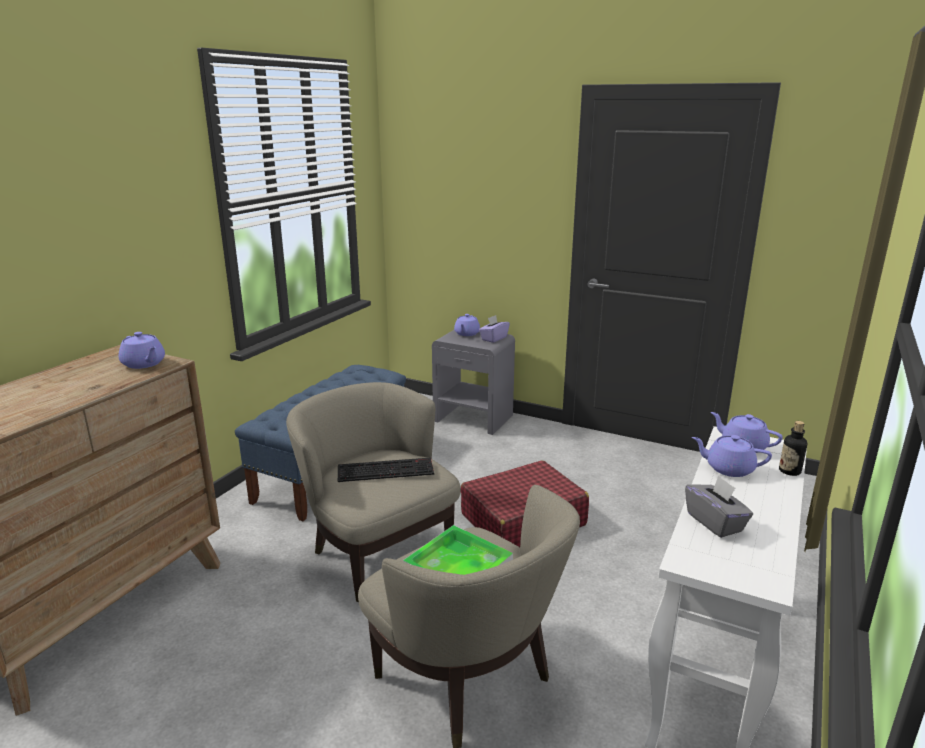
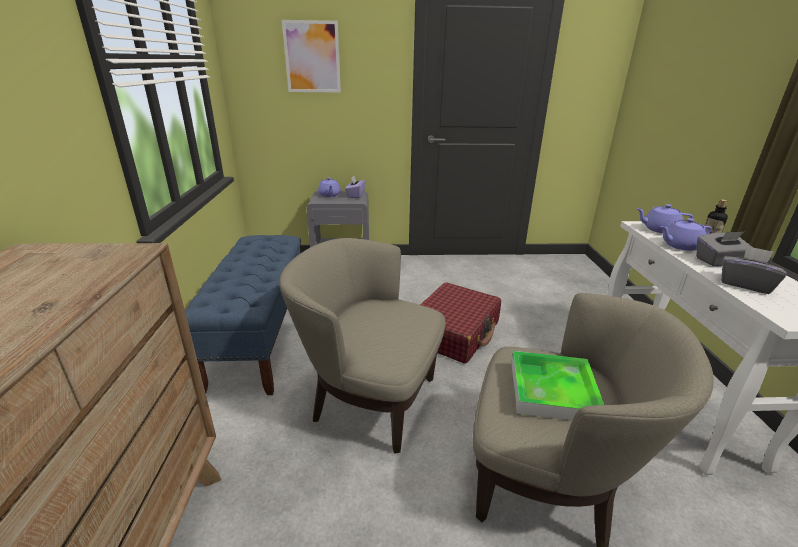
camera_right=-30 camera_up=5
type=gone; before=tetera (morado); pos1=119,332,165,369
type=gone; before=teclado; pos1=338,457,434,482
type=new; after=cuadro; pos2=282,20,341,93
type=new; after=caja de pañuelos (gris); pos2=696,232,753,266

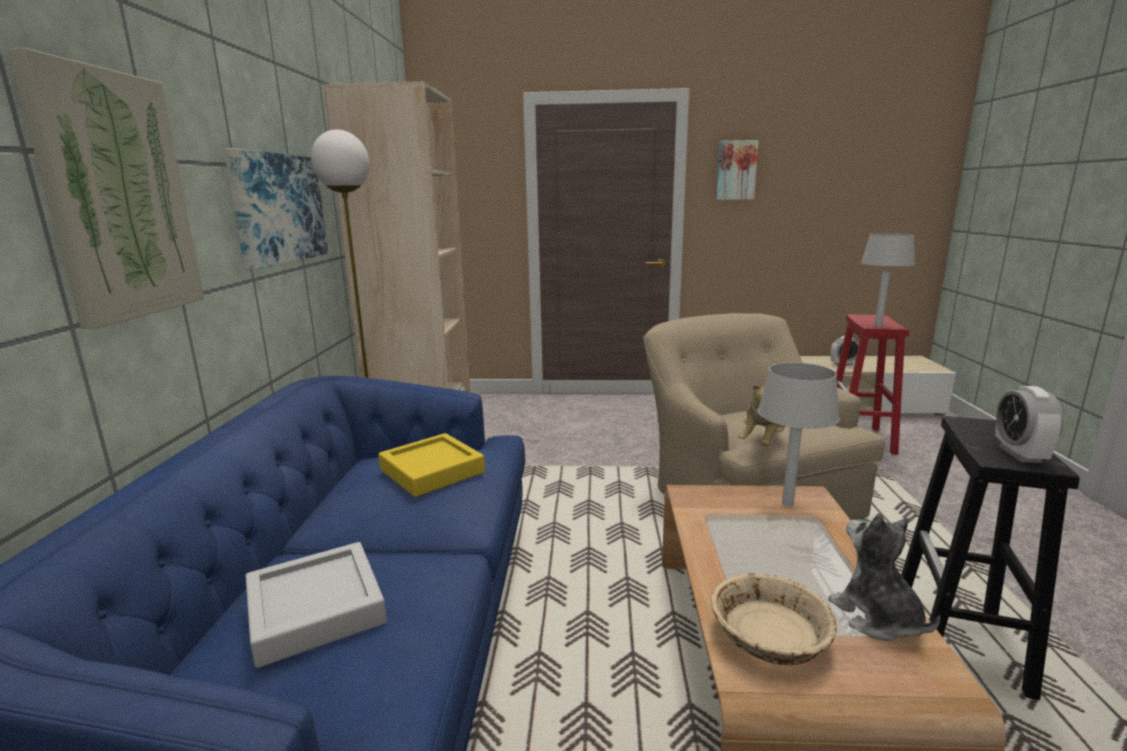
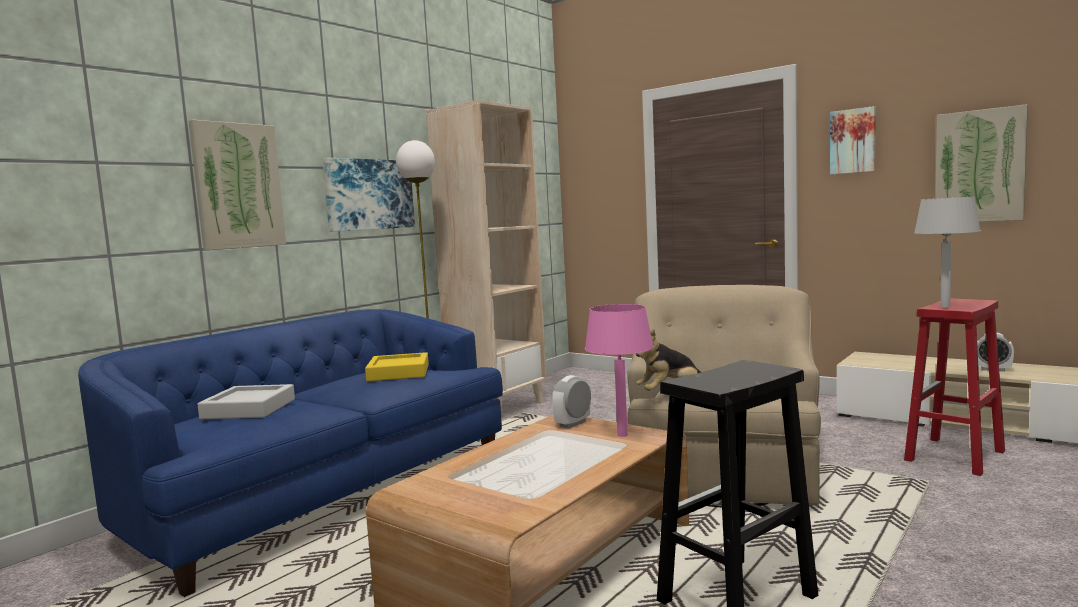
camera_right=35 camera_up=-10
type=repainted; before=lámpara de mesa (gris); after=lámpara de mesa (rosa); pos1=758,362,840,507; pos2=585,304,654,437
type=shifted; before=despertador; pos1=995,386,1064,463; pos2=552,375,591,428
type=gone; before=peluche; pos1=828,513,941,641
type=gone; before=cuenco (beis); pos1=711,573,837,665
type=new; after=cuadro; pos2=935,104,1028,222

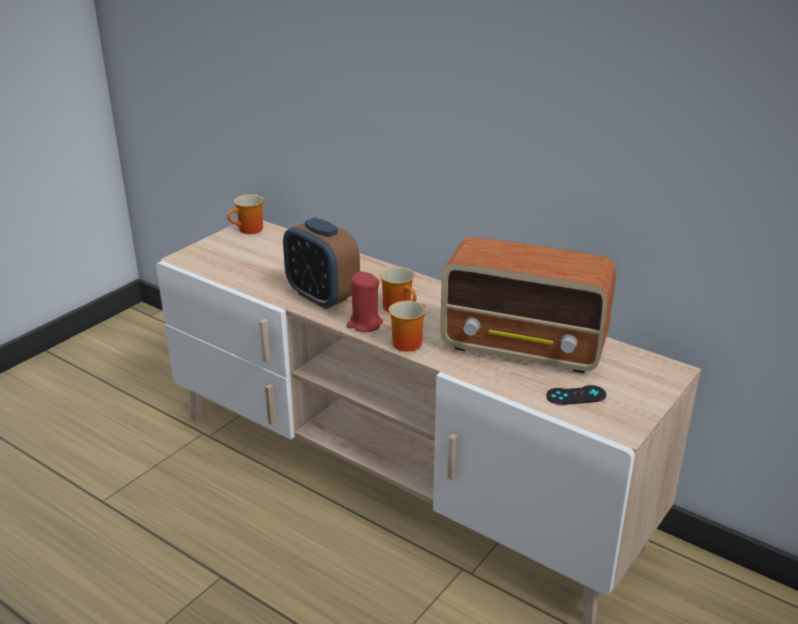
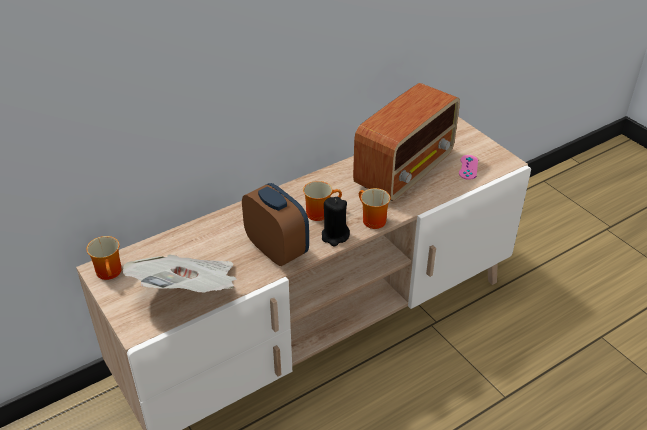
camera_right=-70 camera_up=10
type=rotated; before=despertador; pos1=283,218,360,309; pos2=242,183,309,266; turn=-105
type=repainted; before=vela (rojo); after=vela (negro); pos1=346,271,383,332; pos2=322,197,350,246
type=repainted; before=mando de consola (negro); after=mando de consola (rosa); pos1=546,385,606,405; pos2=459,155,478,180
type=new; after=periódico; pos2=123,254,237,293

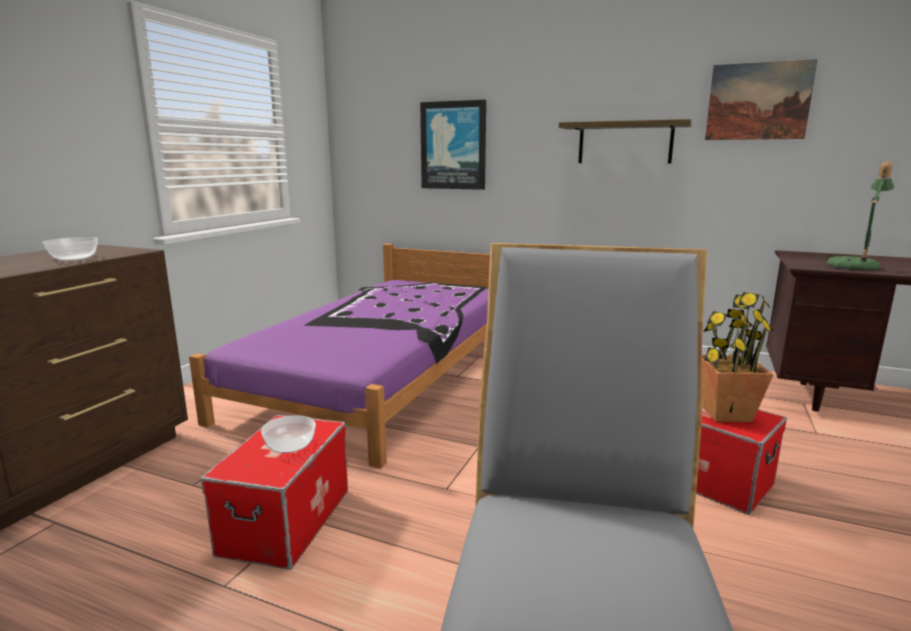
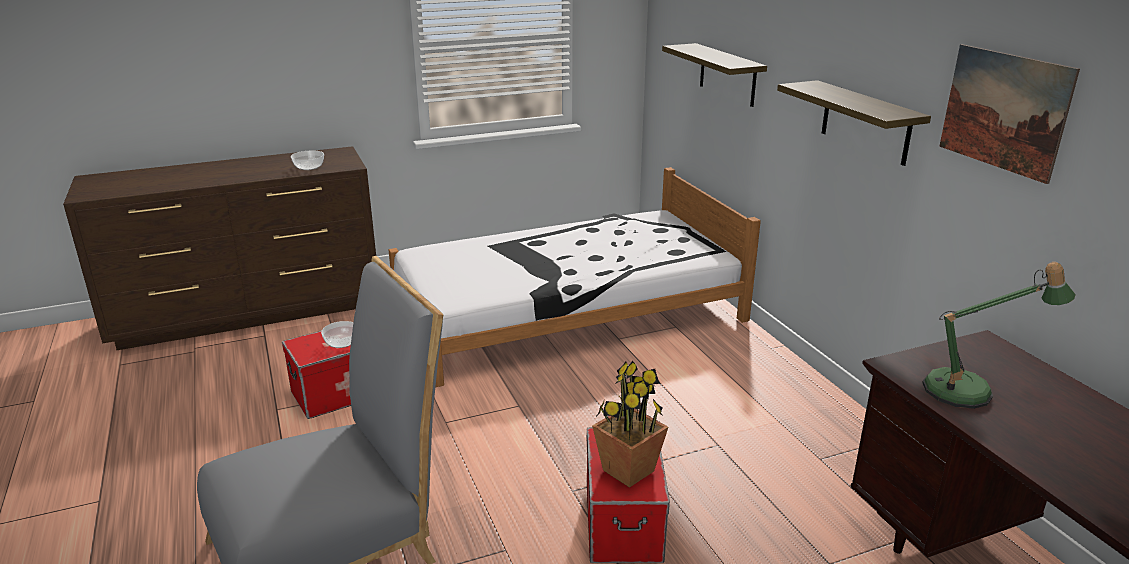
camera_right=45 camera_up=10
type=swapped; before=cuadro; after=estante; pos1=420,100,486,190; pos2=662,43,767,107
type=repainted; before=cama (morado); after=cama (blanco); pos1=189,243,490,469; pos2=389,167,761,388

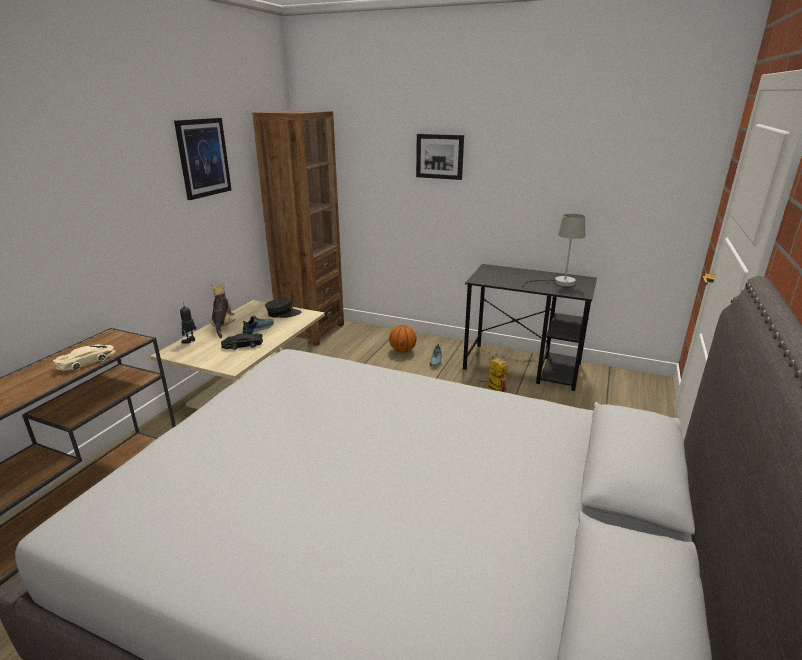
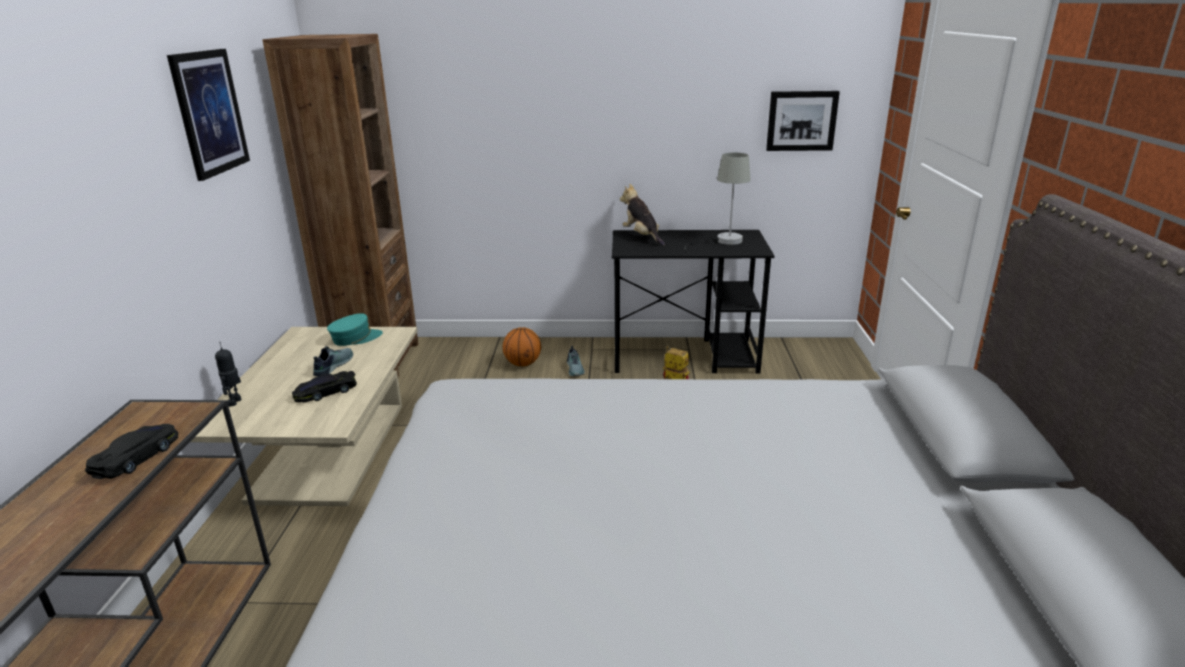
camera_right=-20 camera_up=0
type=shifted; before=cuadro; pos1=416,134,464,180; pos2=766,91,840,151
type=shifted; before=peluche; pos1=210,283,235,338; pos2=620,184,665,246
type=repainted; before=gorra (gris); after=gorra (turquesa); pos1=265,298,301,318; pos2=327,313,383,346
type=repainted; before=coche de juguete (beis); after=coche de juguete (negro); pos1=53,344,116,371; pos2=85,424,178,479

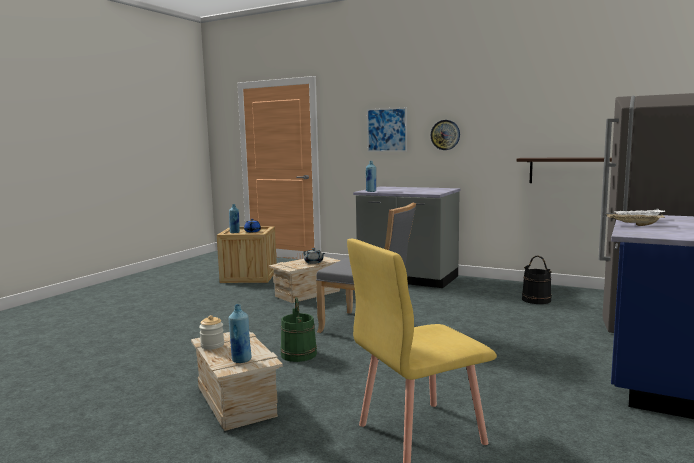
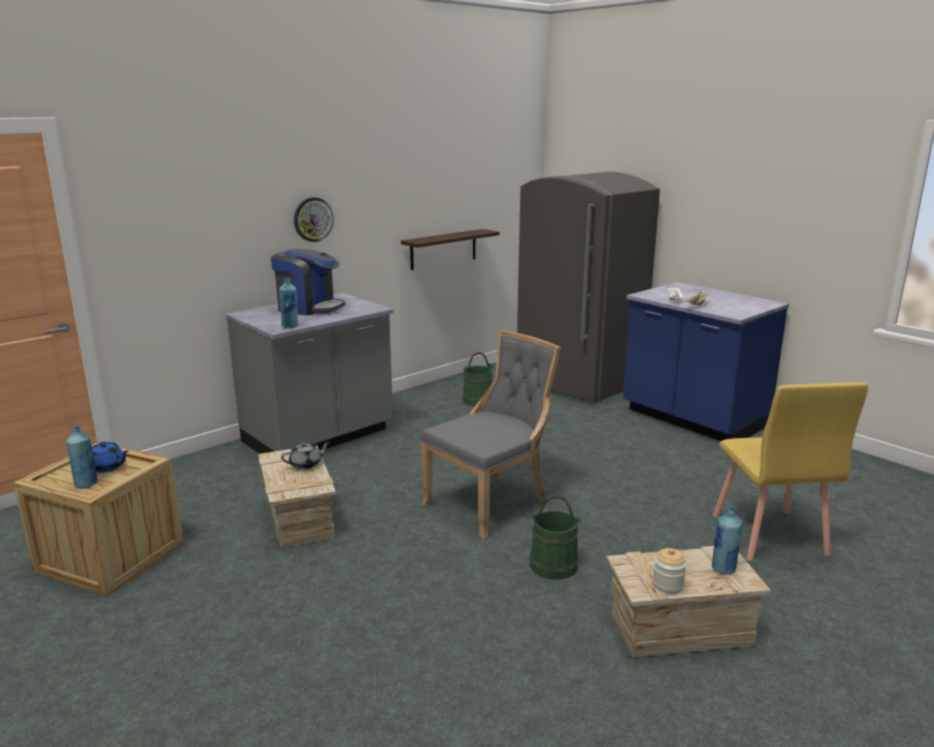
camera_right=-70 camera_up=10
type=gone; before=cuadro; pos1=367,107,407,152
type=repainted; before=cubo (negro); after=cubo (verde); pos1=522,255,552,304; pos2=463,352,493,406
type=new; after=cafetera; pos2=271,249,345,316

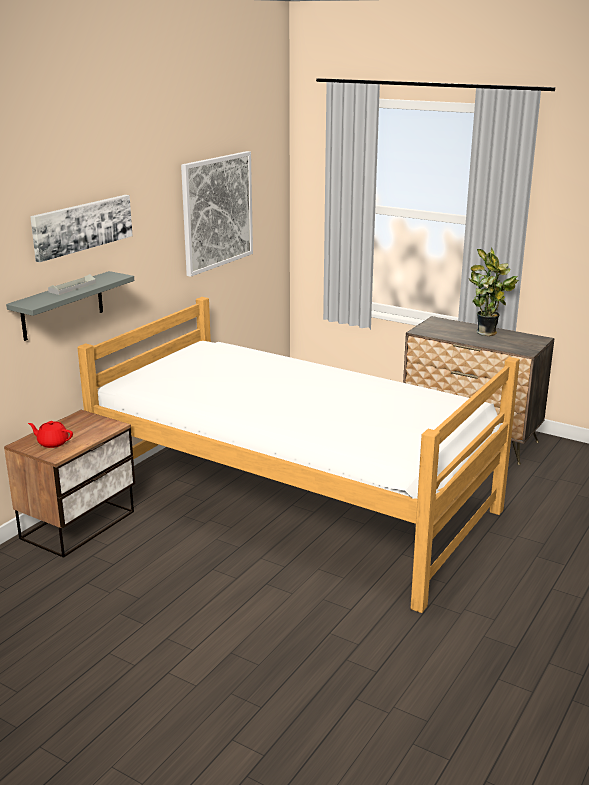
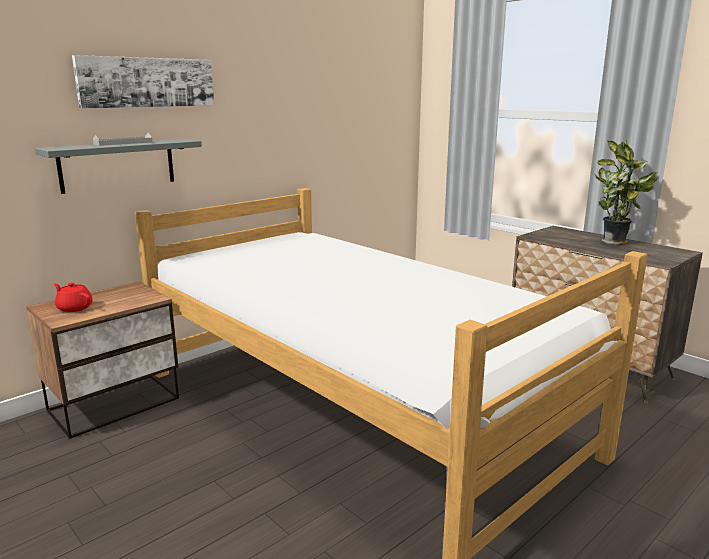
camera_right=15 camera_up=-5
type=gone; before=cuadro; pos1=181,151,253,277

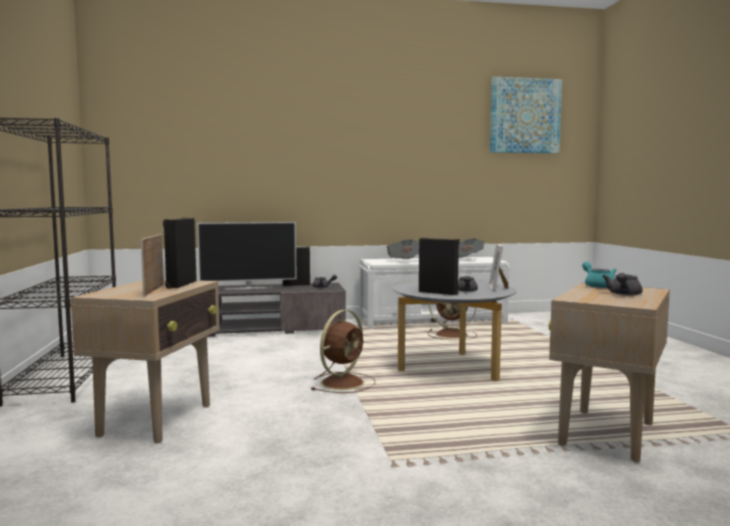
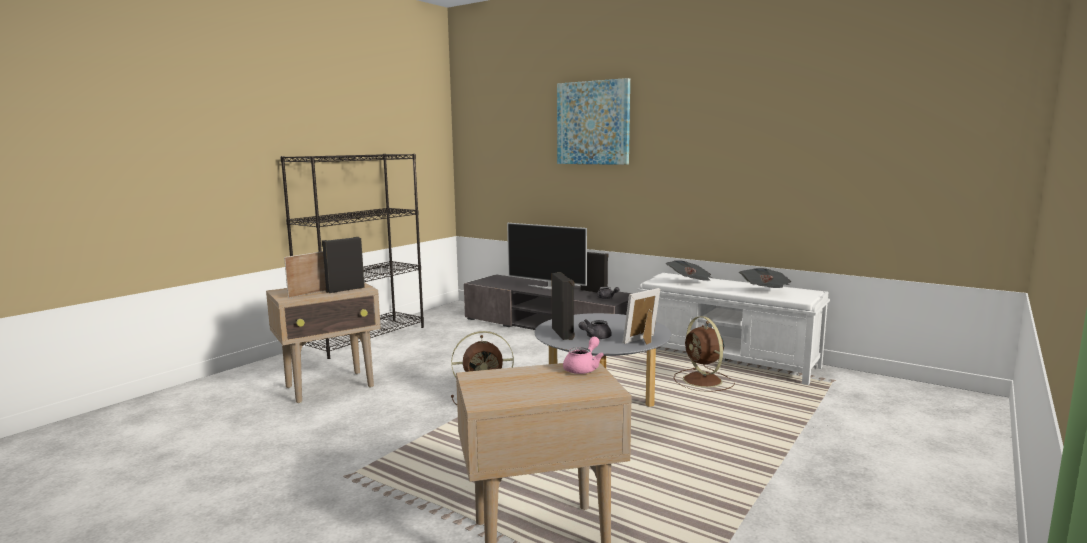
camera_right=45 camera_up=5
type=shifted; before=cuadro; pos1=490,77,562,153; pos2=557,78,630,165
type=repainted; before=tetera (turquesa); after=tetera (rosa); pos1=582,262,616,288; pos2=563,337,604,374
type=gone; before=tetera (gris); pos1=602,273,643,295

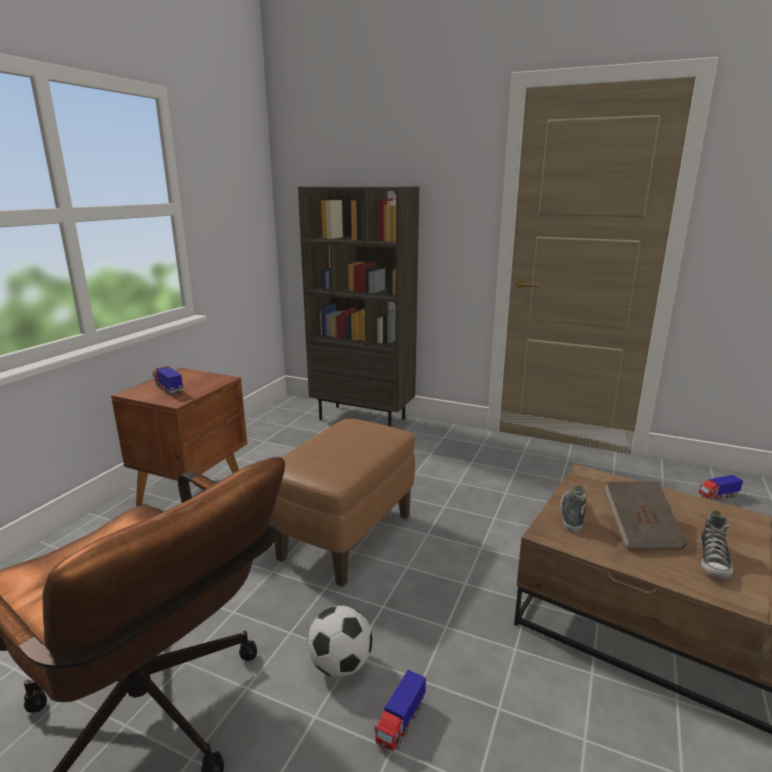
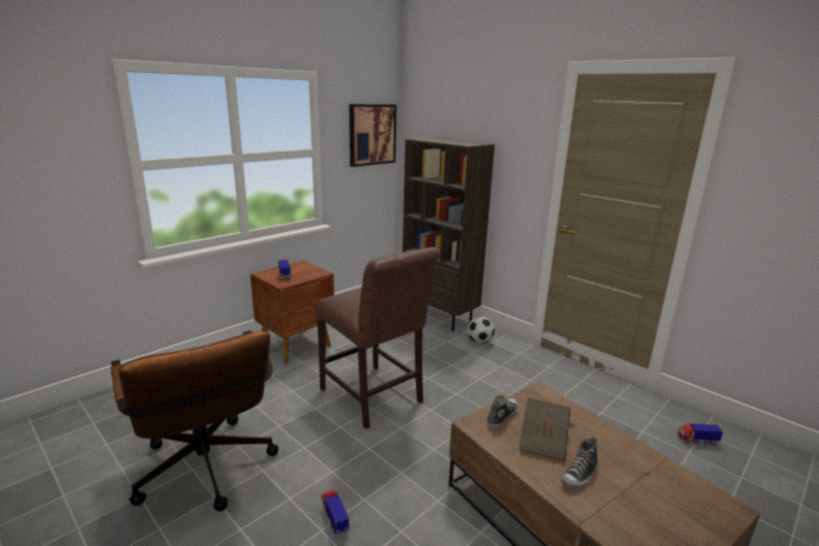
camera_right=20 camera_up=0
type=swapped; before=puf (marrón); after=silla (marrón); pos1=271,419,415,587; pos2=315,247,441,429
type=shifted; before=balón de fútbol; pos1=307,606,372,677; pos2=467,316,495,344
type=rotated; before=camión de juguete; pos1=375,670,426,754; pos2=321,490,349,535; turn=105
type=new; after=cuadro; pos2=349,104,396,167

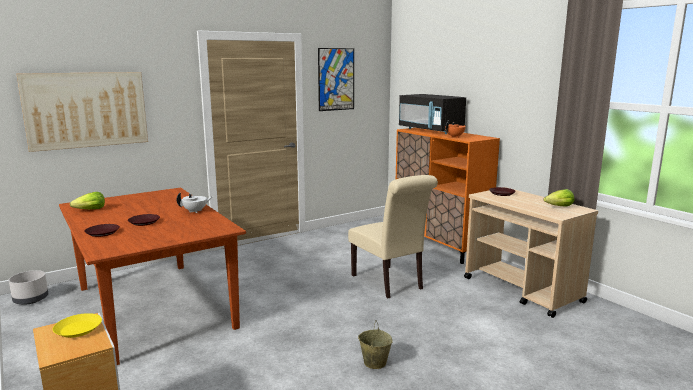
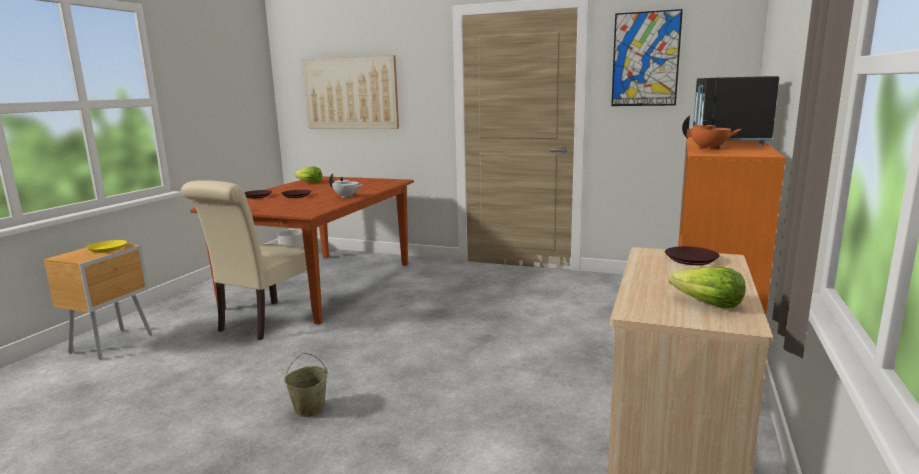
camera_right=55 camera_up=0
type=shifted; before=silla (beis); pos1=348,175,438,298; pos2=181,180,312,340

